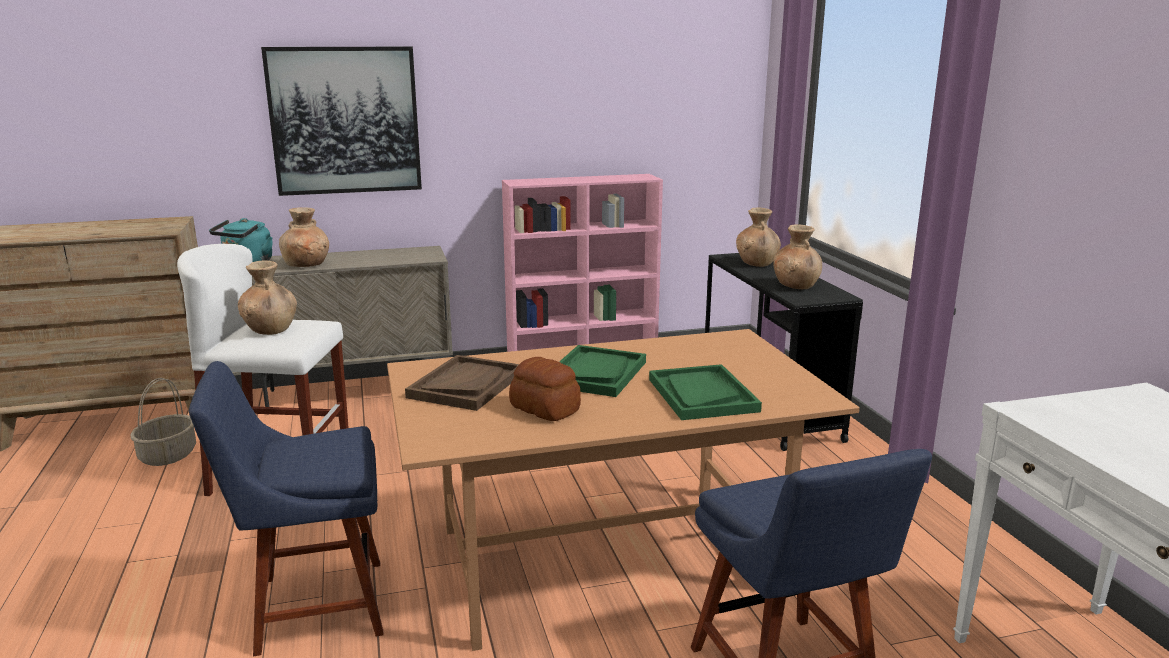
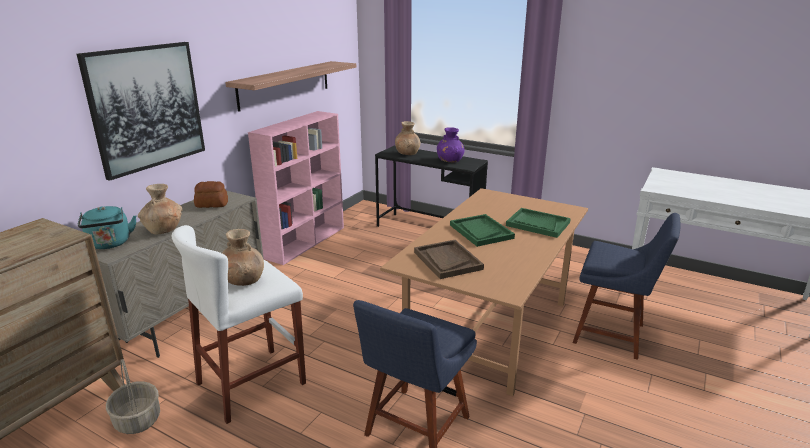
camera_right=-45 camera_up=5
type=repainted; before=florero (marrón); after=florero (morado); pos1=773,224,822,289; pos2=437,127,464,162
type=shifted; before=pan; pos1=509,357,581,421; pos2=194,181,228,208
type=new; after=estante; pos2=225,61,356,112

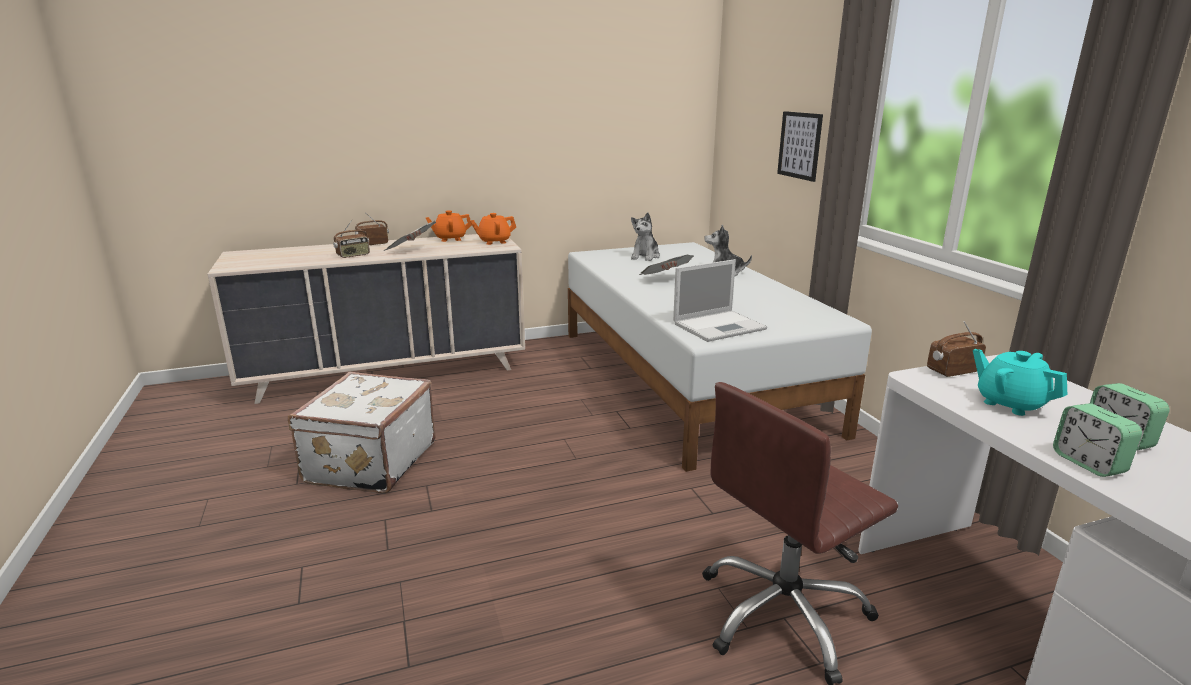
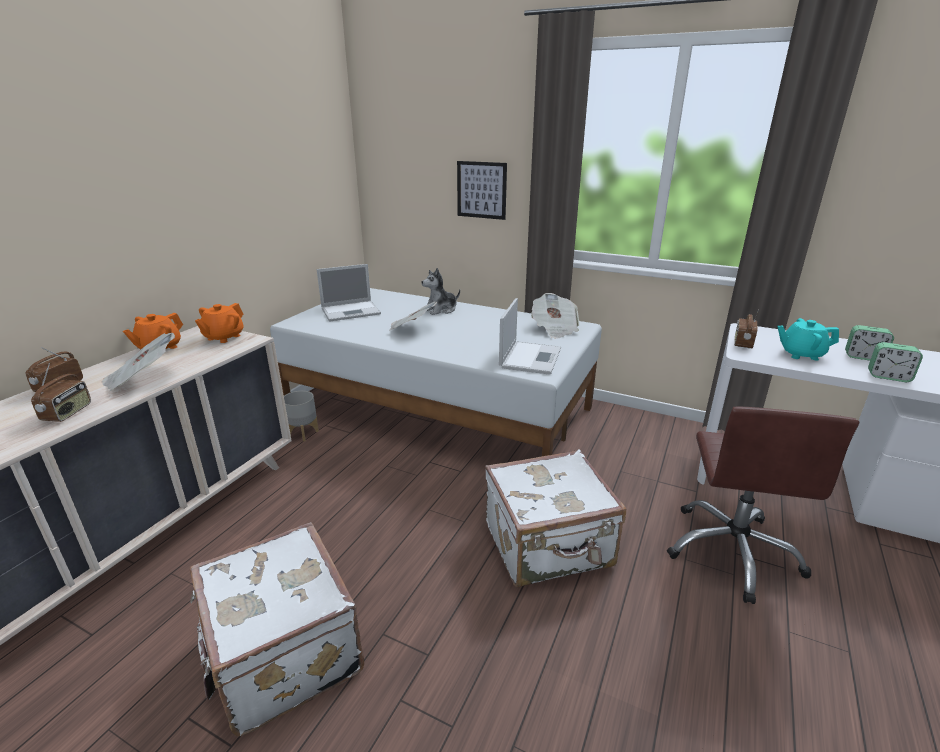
camera_right=-45 camera_up=5
type=swapped; before=peluche; after=portátil; pos1=631,212,660,261; pos2=317,264,381,322
type=new; after=periódico; pos2=531,293,579,339
type=new; after=maceta (gris); pos2=284,391,319,442
type=new; after=maleta (blanco); pos2=485,449,626,588

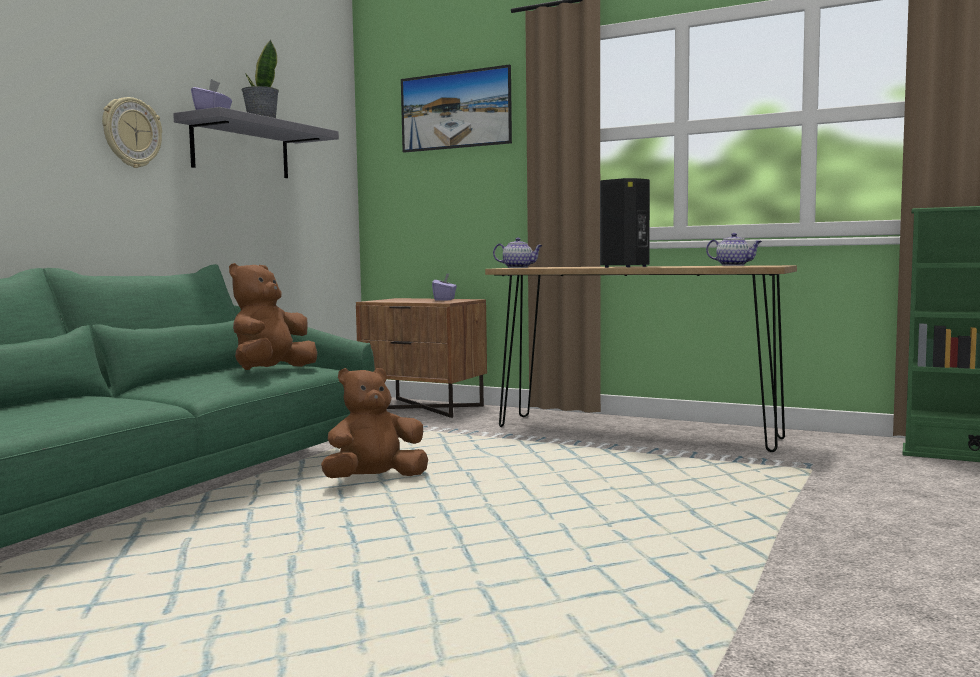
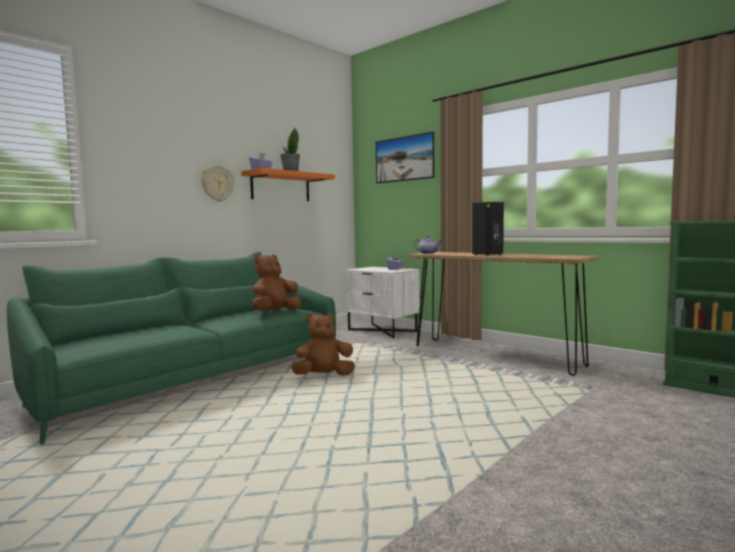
camera_right=15 camera_up=0
type=repainted; before=estante (gris); after=estante (naranja); pos1=173,107,339,178; pos2=241,168,335,201
type=gone; before=tetera; pos1=706,233,762,266
type=repainted; before=mesita de noche (marrón); after=mesita de noche (blanco); pos1=356,298,487,418; pos2=345,267,420,338

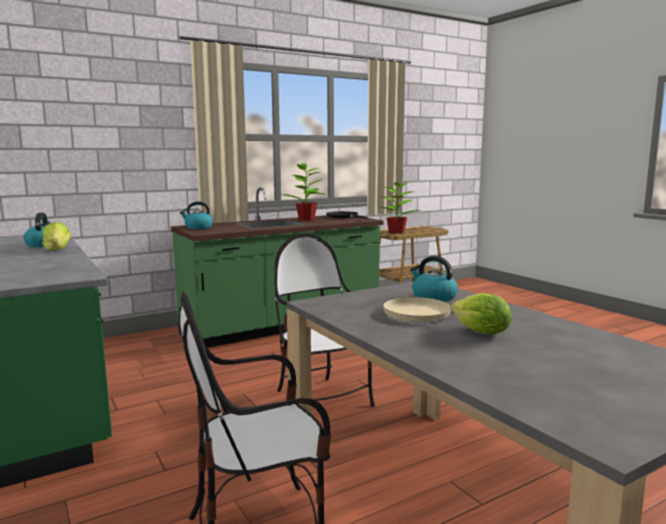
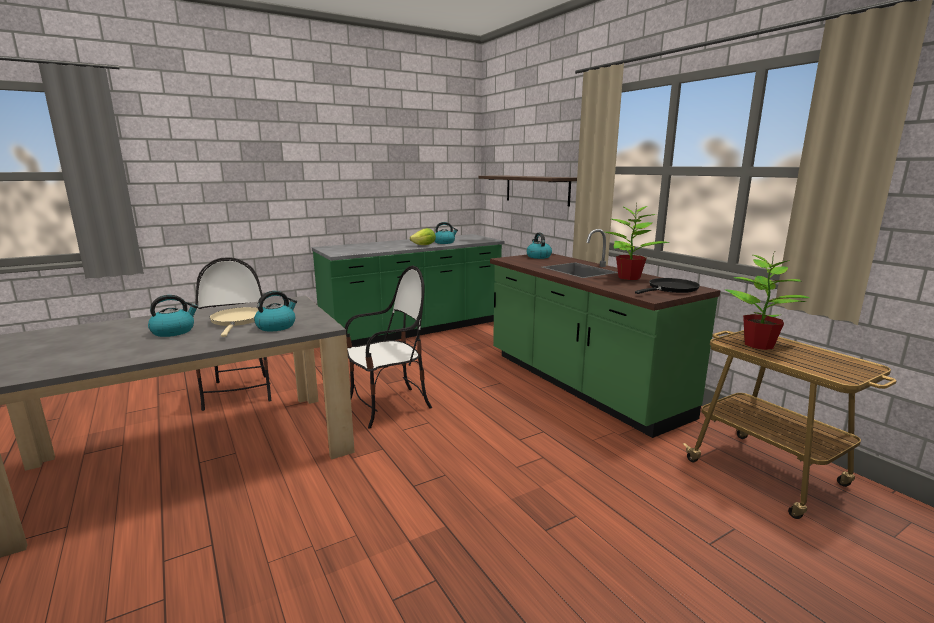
camera_right=90 camera_up=5
type=swapped; before=lechuga; after=hervidor; pos1=451,293,511,334; pos2=148,295,198,337
type=new; after=estante; pos2=479,175,577,206

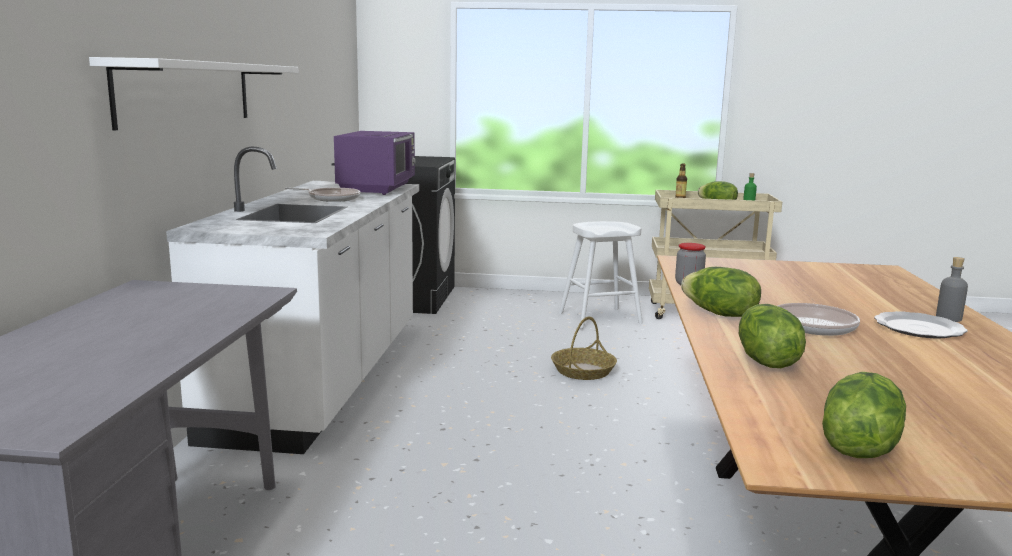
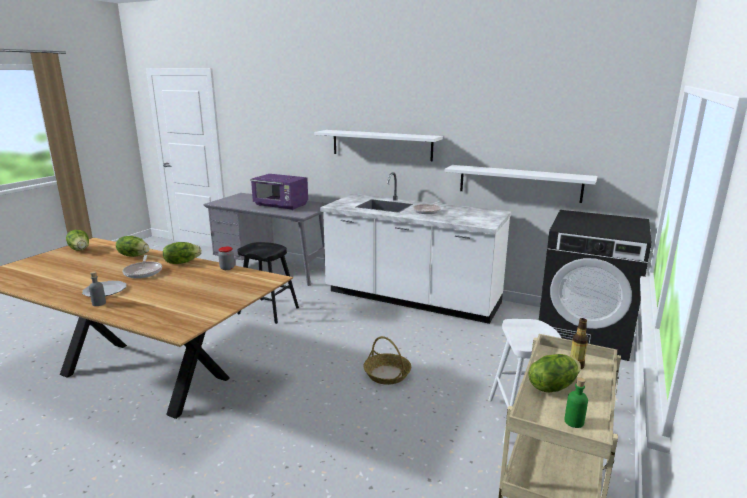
camera_right=110 camera_up=5
type=shifted; before=microondas (morado); pos1=334,131,416,195; pos2=250,174,308,210
type=new; after=estante (blanco); pos2=444,165,597,203
type=new; after=taburete (negro); pos2=237,242,299,324

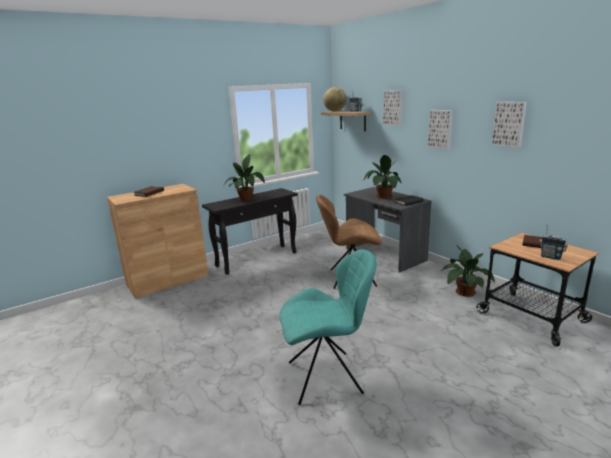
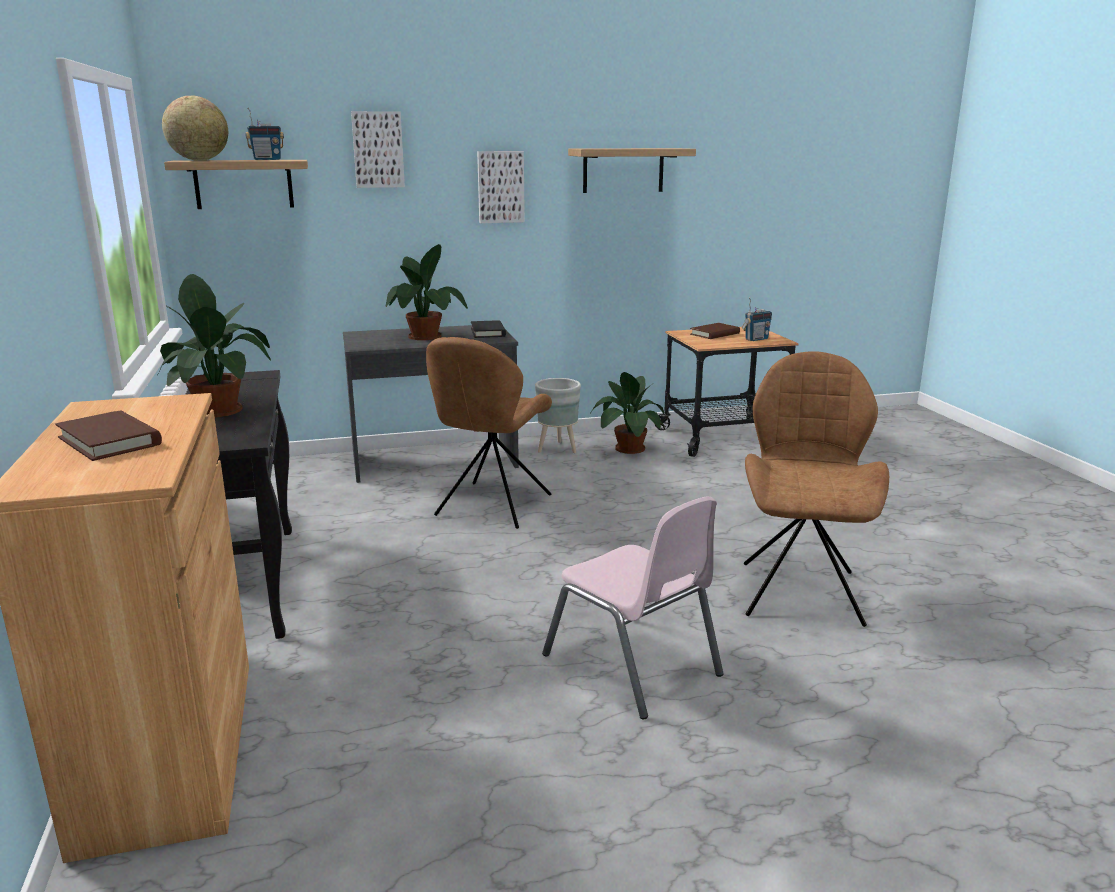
camera_right=-70 camera_up=0
type=swapped; before=cuadro; after=estante; pos1=492,102,527,148; pos2=568,148,696,193
type=repainted; before=silla (turquesa); after=silla (marrón); pos1=280,249,377,405; pos2=744,351,889,627
type=new; after=maceta (gris); pos2=535,378,581,453
type=new; after=silla (rosa); pos2=542,497,723,719

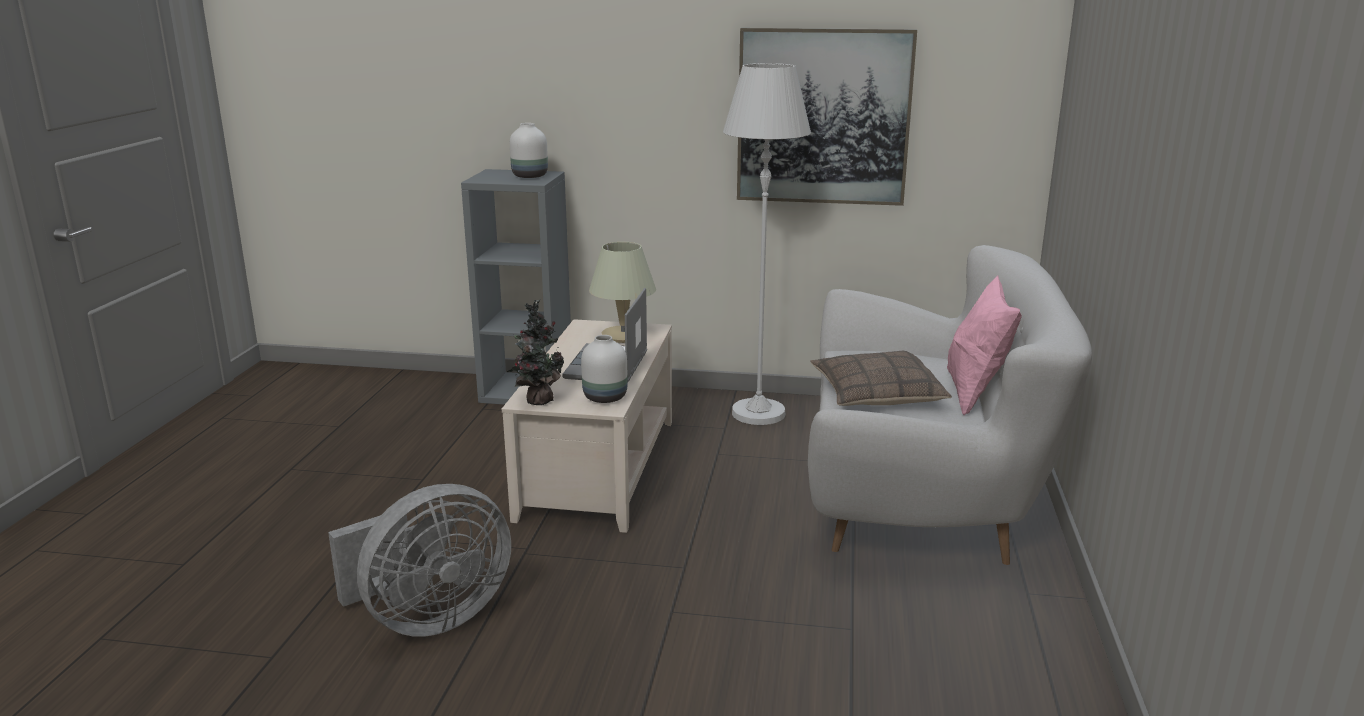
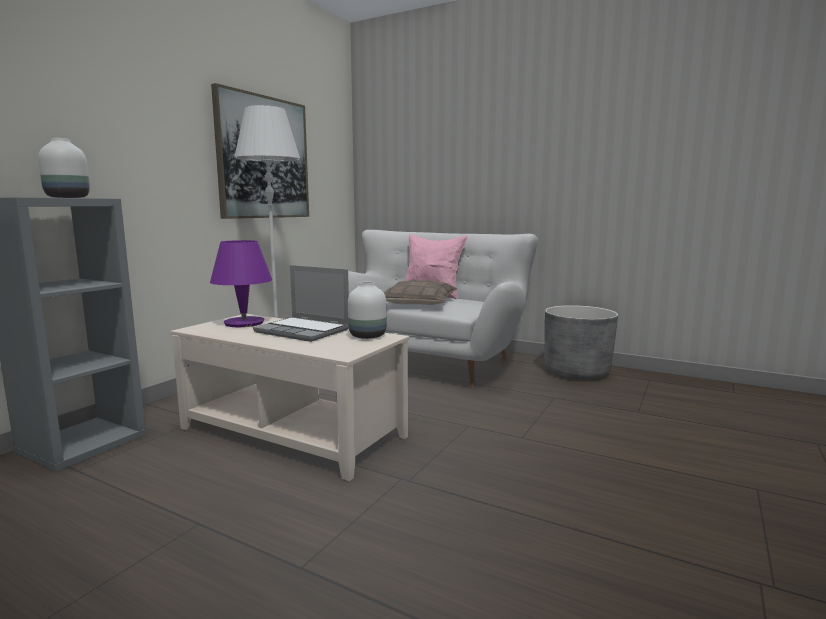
camera_right=-70 camera_up=-10
type=repainted; before=lámpara de mesa (beis); after=lámpara de mesa (morado); pos1=589,242,656,343; pos2=210,240,272,327
type=gone; before=planta en maceta; pos1=507,300,564,405
type=gone; before=ventilador (gris); pos1=328,484,511,637
type=new; after=maceta (gris); pos2=545,305,618,380

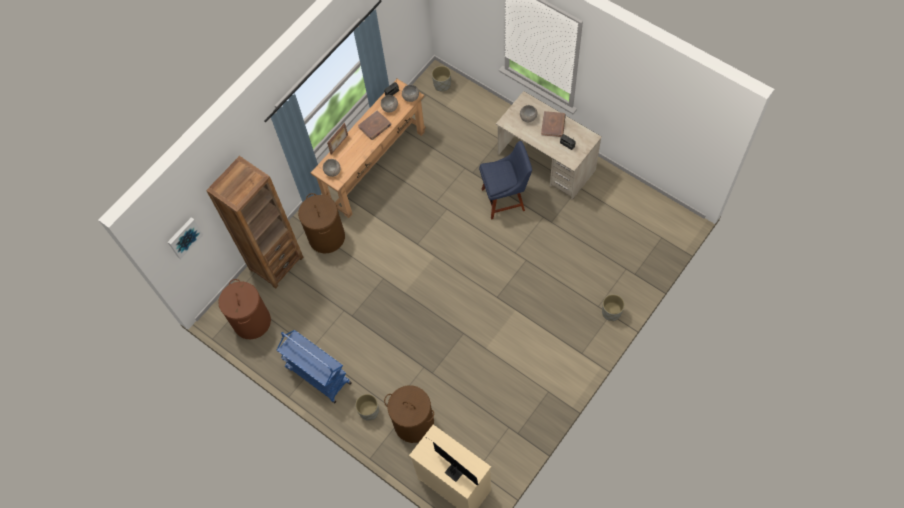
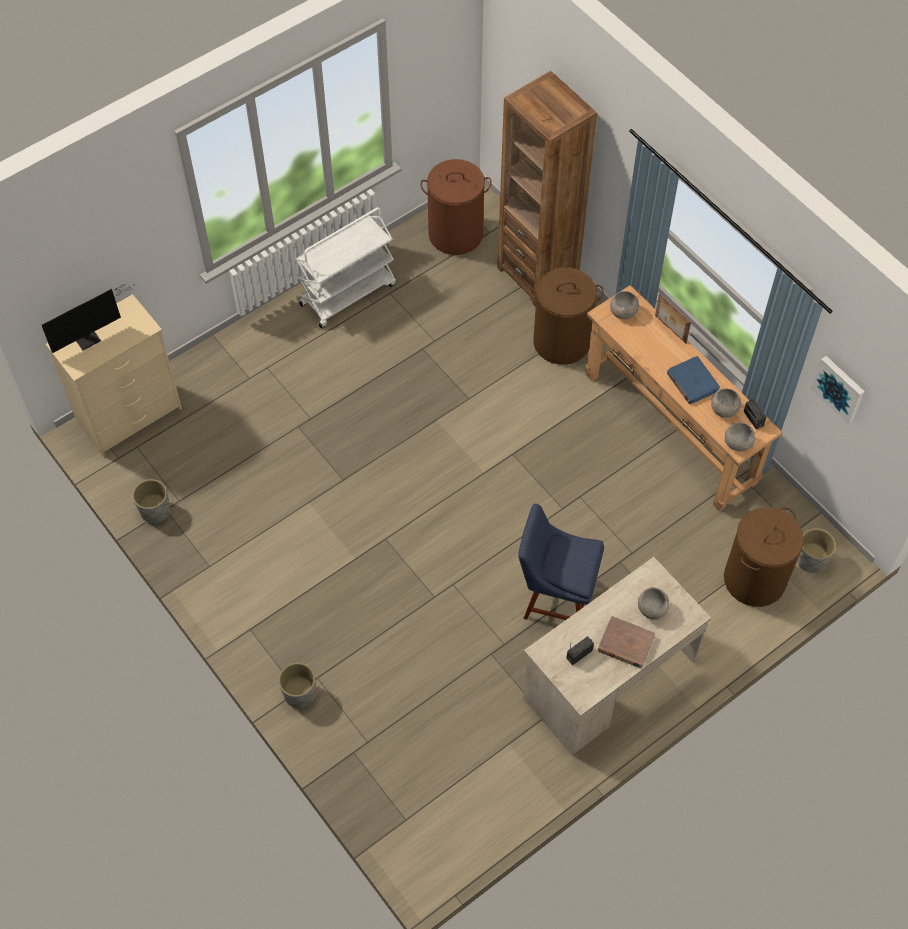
camera_right=100 camera_up=-5
type=repainted; before=libro (marrón); after=libro (azul); pos1=358,110,391,140; pos2=667,356,720,404
type=rotated; before=silla (azul); pos1=479,141,532,219; pos2=518,504,604,620; turn=105
type=shifted; before=cuadro; pos1=168,217,203,259; pos2=811,356,865,424
type=repainted; before=carrito (azul); after=carrito (blanco); pos1=277,330,351,403; pos2=296,207,396,328
type=shifted; before=cesto de la ropa (marrón); pos1=384,386,434,443; pos2=724,507,804,607
type=shifted; before=maceta (gris); pos1=355,394,379,421; pos2=133,479,170,524

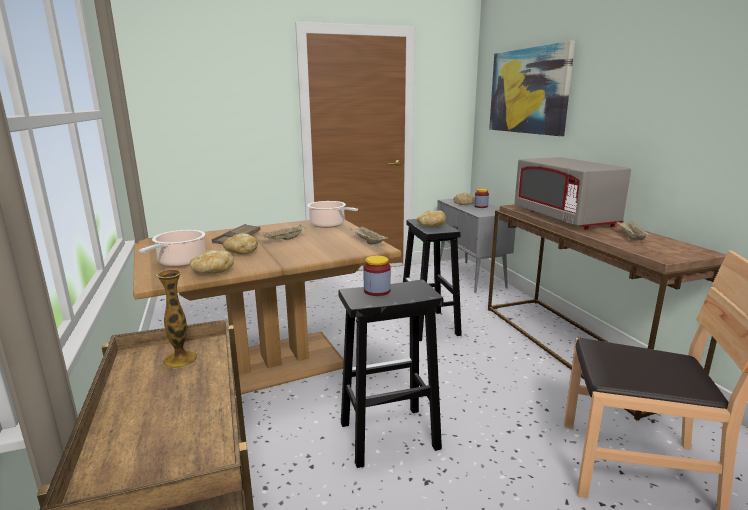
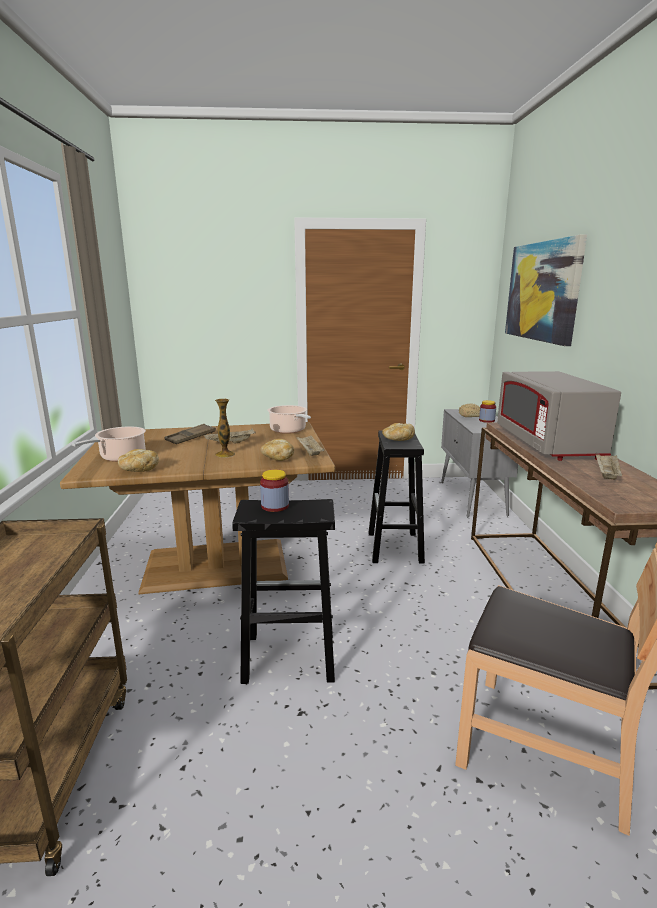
camera_right=15 camera_up=0
type=shifted; before=pan; pos1=223,233,258,255; pos2=260,439,294,461
type=shifted; before=florero; pos1=156,269,198,368; pos2=215,399,235,458

